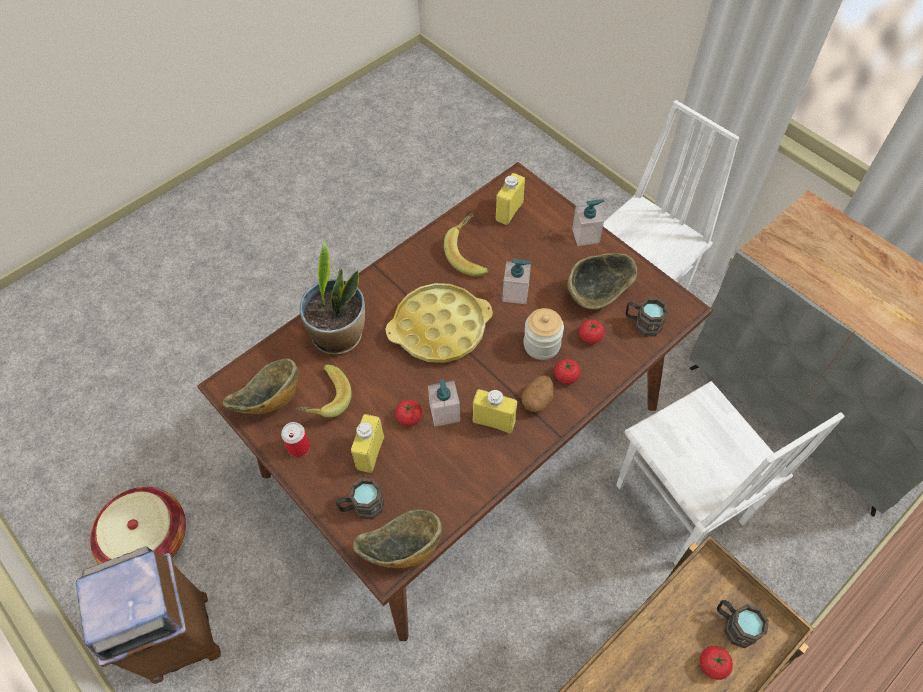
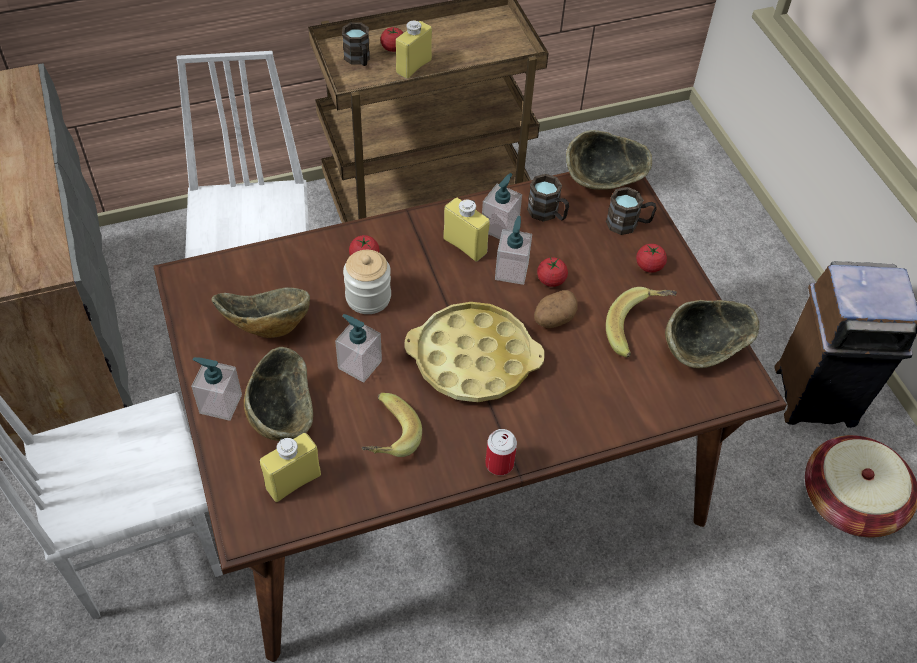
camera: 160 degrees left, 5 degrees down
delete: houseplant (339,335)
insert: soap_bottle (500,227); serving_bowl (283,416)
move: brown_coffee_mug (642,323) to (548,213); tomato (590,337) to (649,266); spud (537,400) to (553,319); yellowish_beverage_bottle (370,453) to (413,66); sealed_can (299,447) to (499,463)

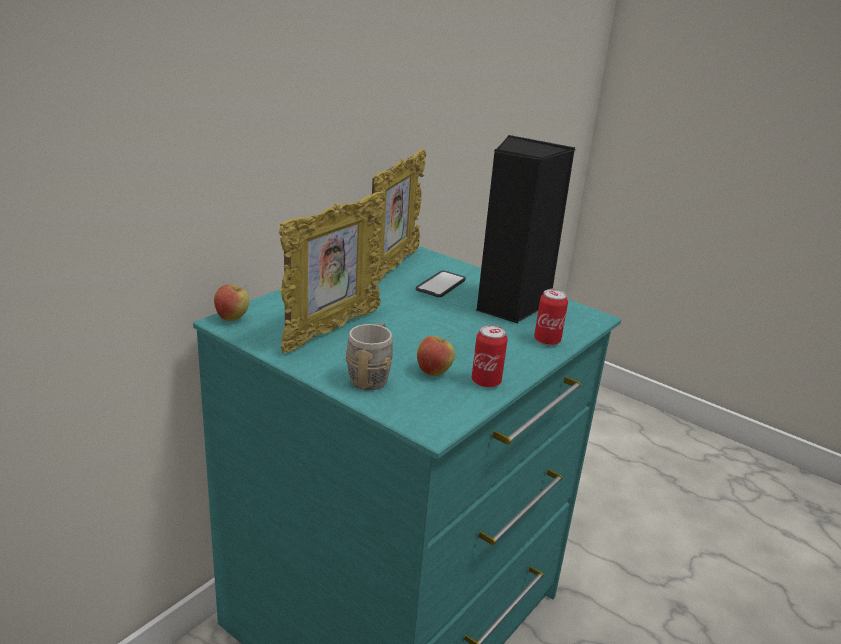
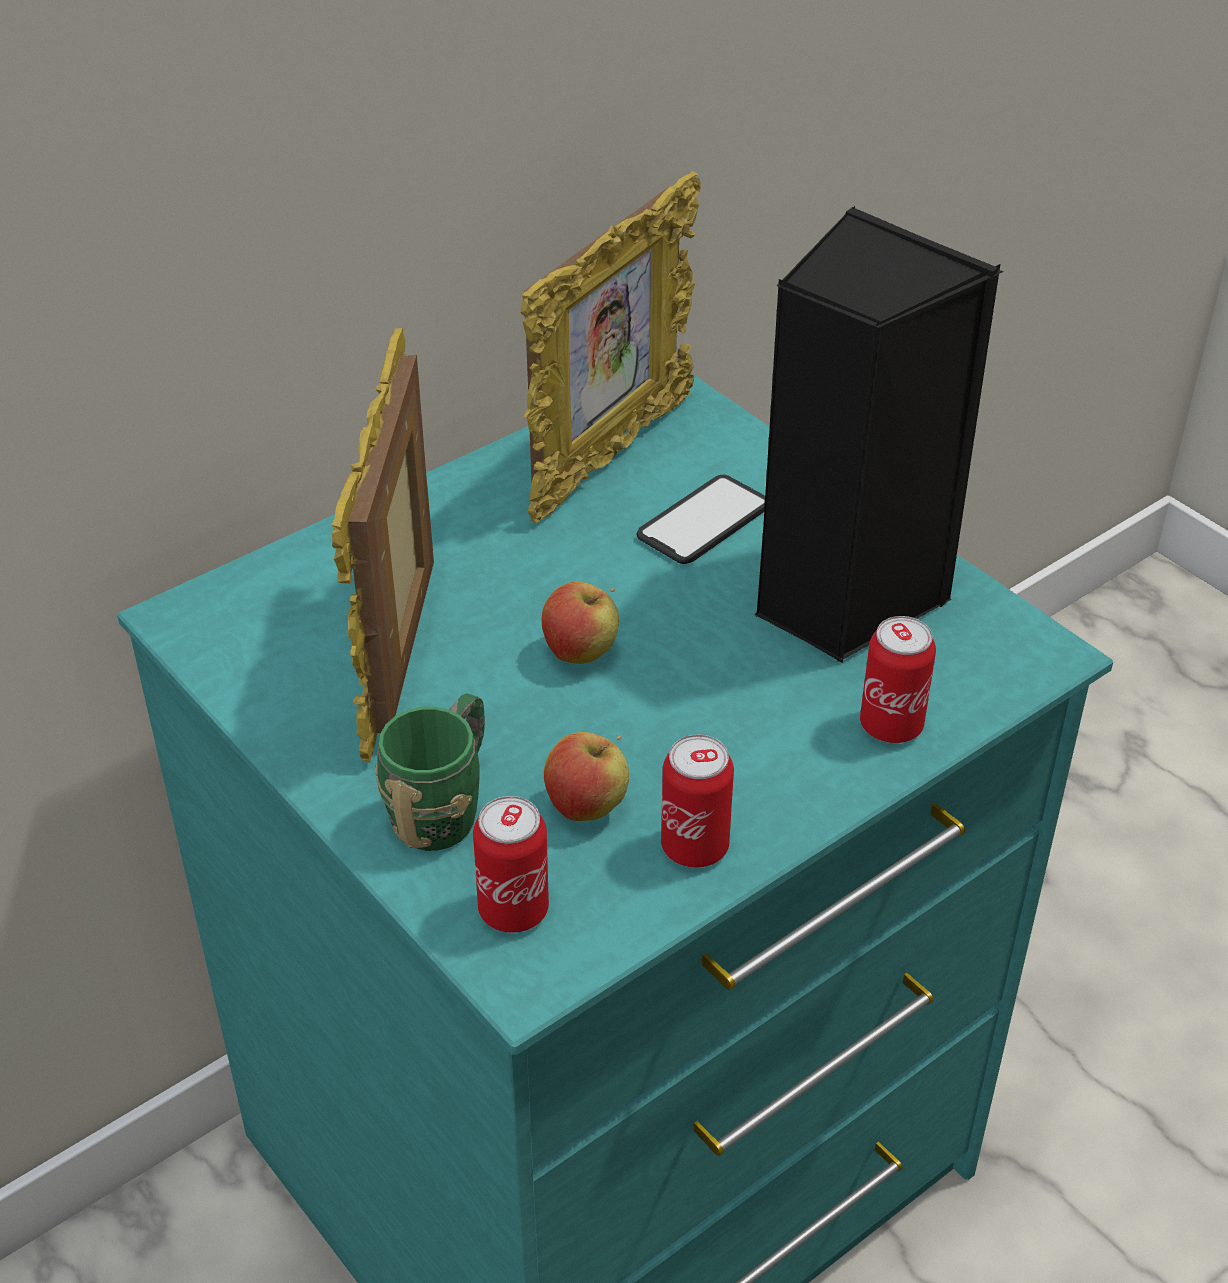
camera: 15 degrees right, 15 degrees up
insert: sealed_can (513,910)
move: whole_apple (232,318) to (581,654)
recolor: gray_coffee_mug (371,376) to green-coloured_coffee_mug (444,807)
rotate: standing_frame (331,330) = (401,658) 135 degrees clockwise

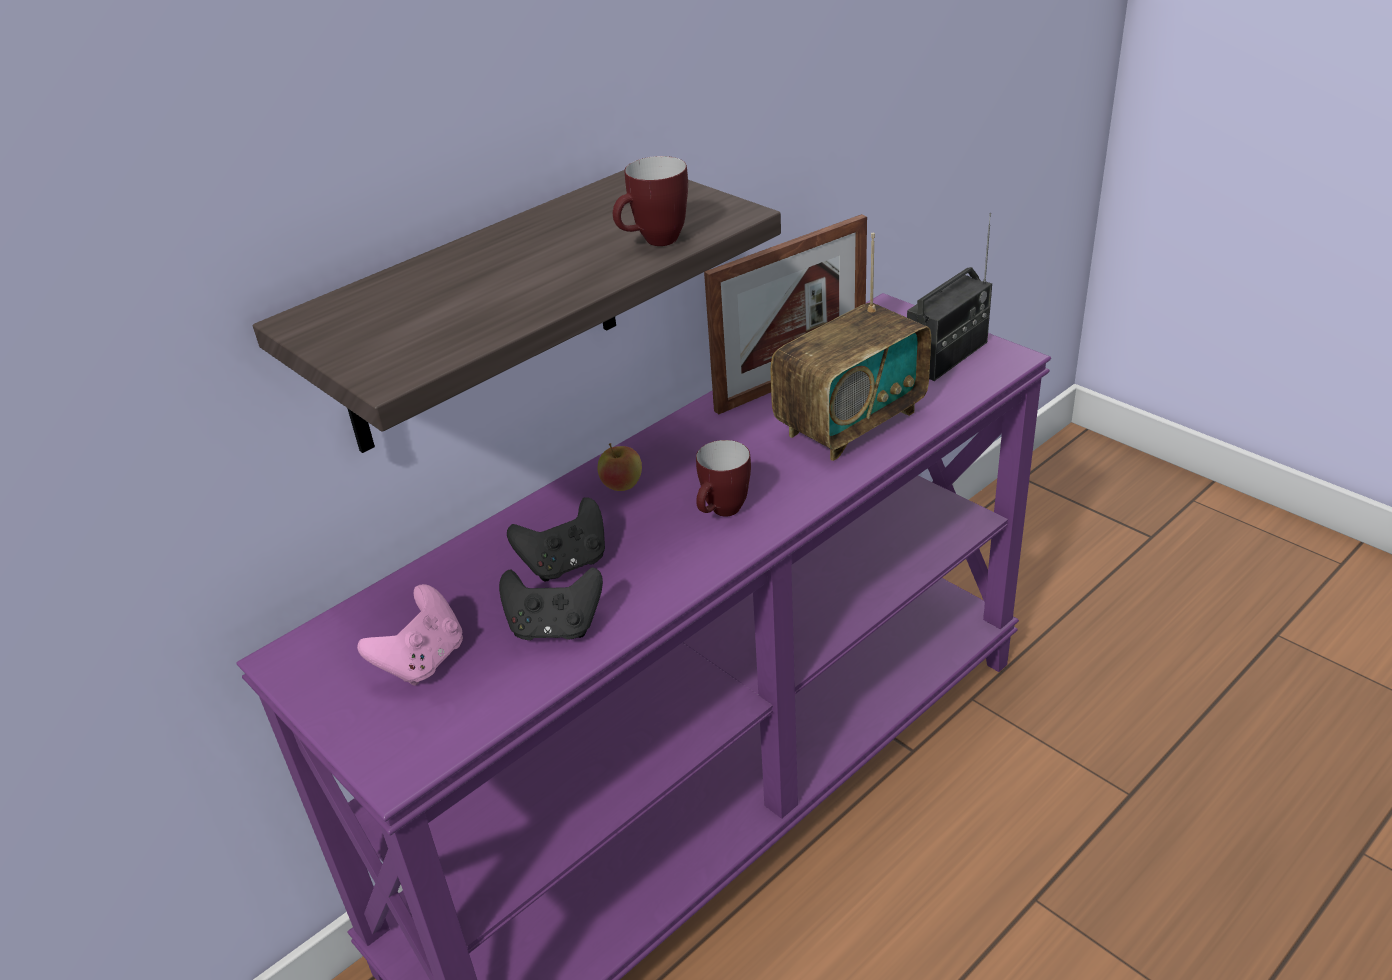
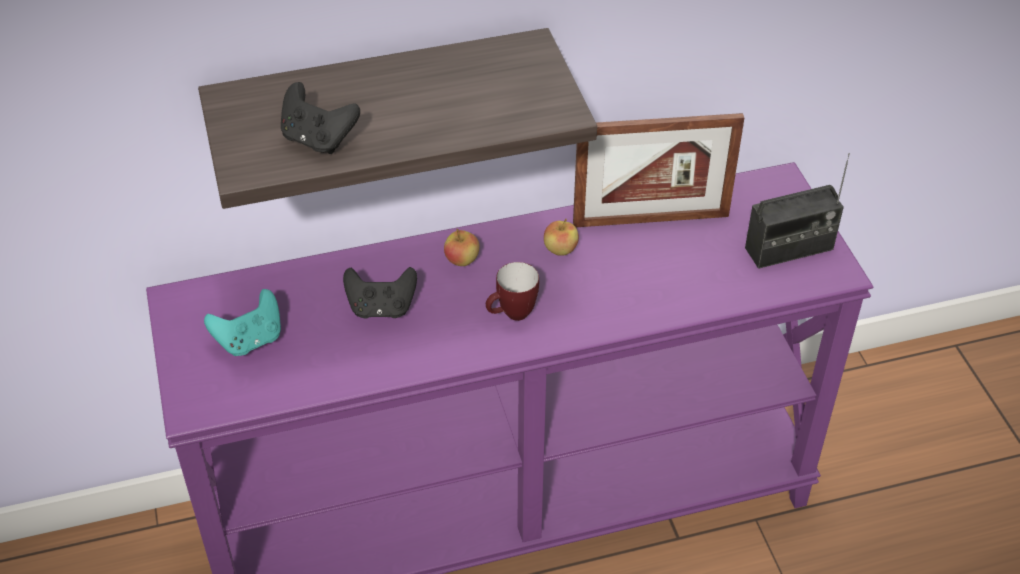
camera: 25 degrees right, 10 degrees up
delete: coffee_mug (654,243); radio_set (850,423)
insert: whole_apple (560,250)
move: black-coloured_gamepad (555,627) to (318,139)
recolor: pink-coloured_gamepad (423,661) to turquoise-coloured_gamepad (250,340)

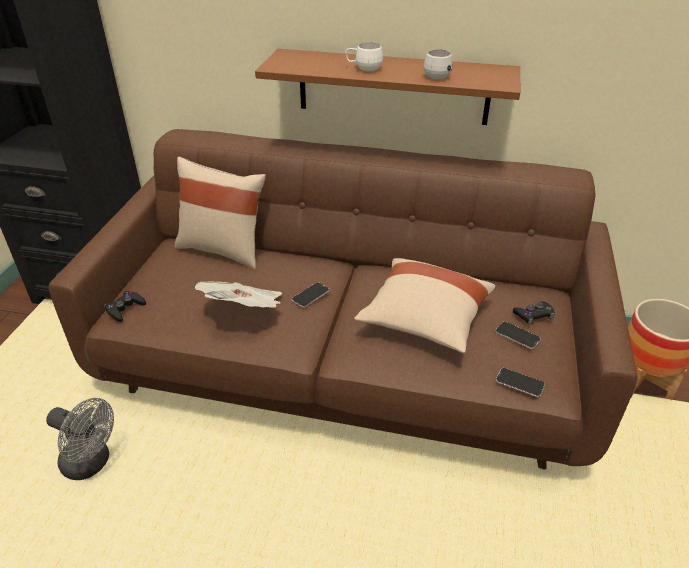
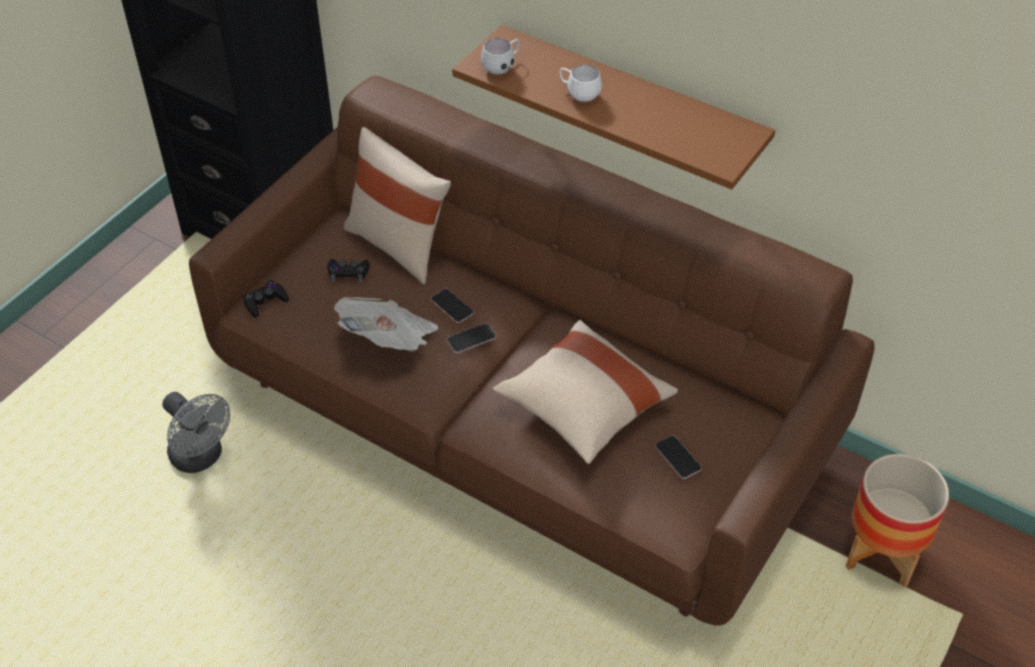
camera: 20 degrees right, 10 degrees up
move: white_coffee_mug (438,75) to (502,66); black-coloured_gamepad (533,315) to (348,273); phone (520,382) to (452,306)

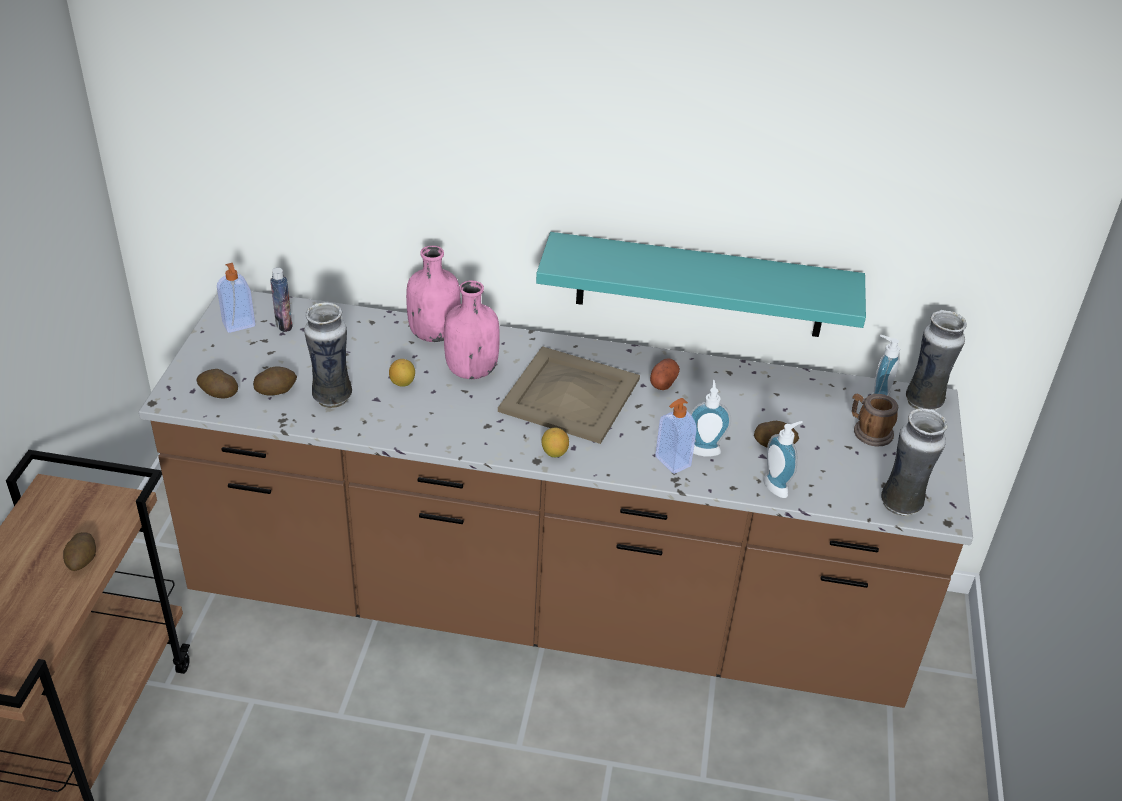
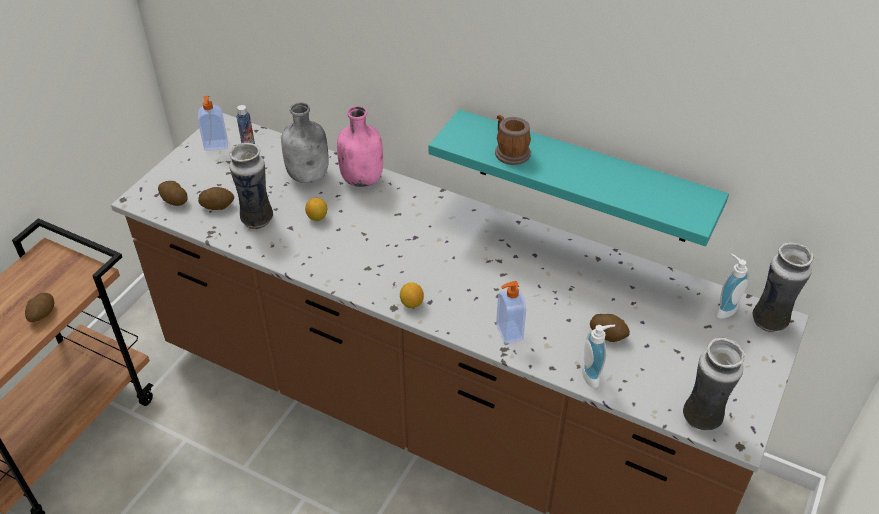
camera: 20 degrees right, 5 degrees up
delete: pink-coloured_beverage_bottle (470,370); sand-coloured_tray (568,395); spud (663,382); soap_bottle (704,448)
insert: gray_beverage_bottle (309,175)
move: coffee_mug (868,431) to (509,152)

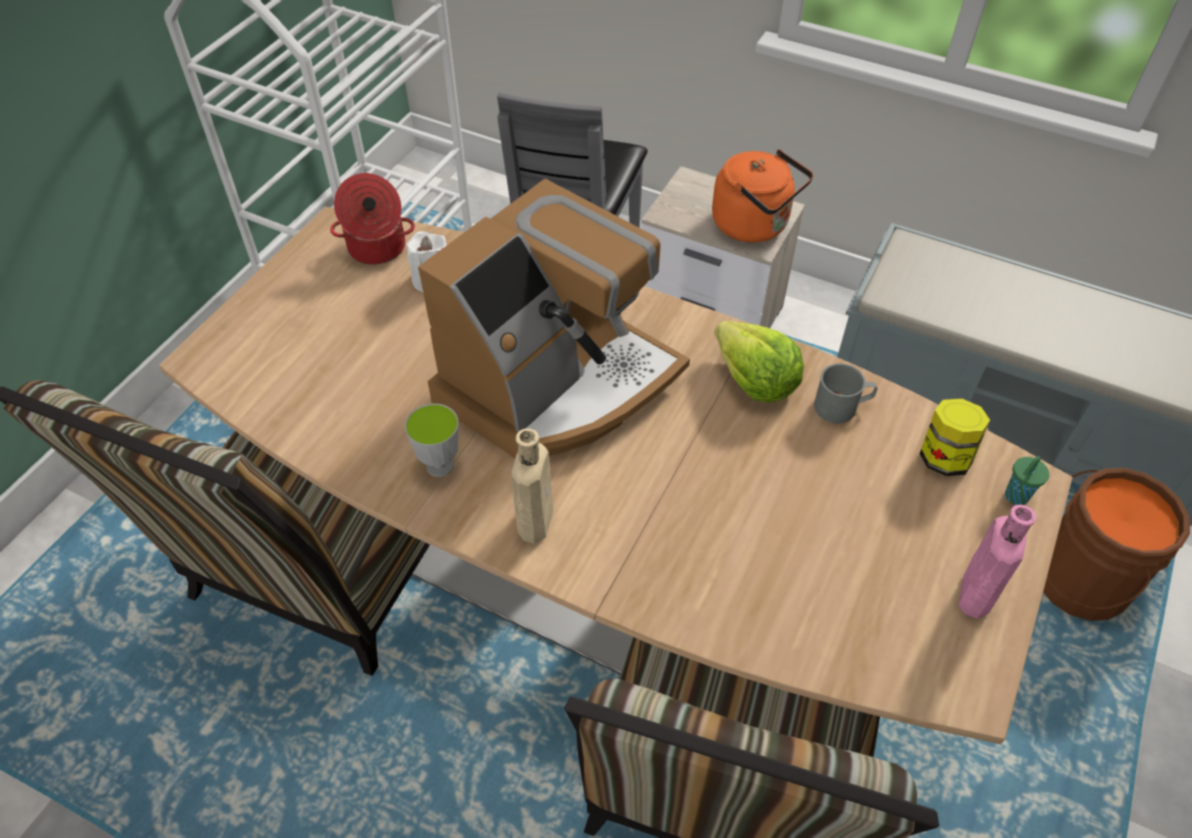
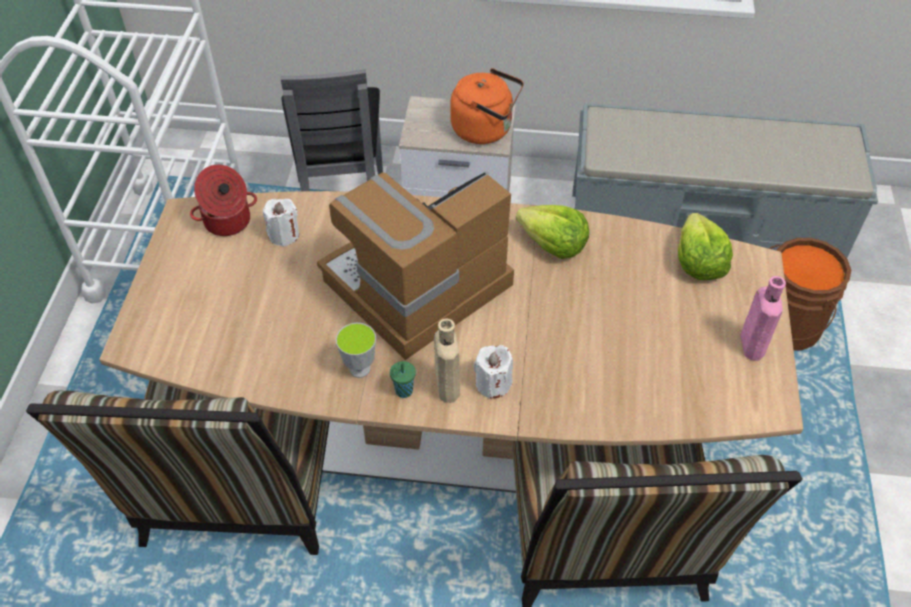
camera: 20 degrees left, 0 degrees up
delete: gray_coffee_mug (842,407)
insert: white_wax_candle (493,384)
move: green-coloured_cup (1015,497) to (403,391)
replace: jar (944,458) to lettuce_head (698,262)
rotate: coffee_brewer (558,384) = (416,286) 150 degrees counterclockwise

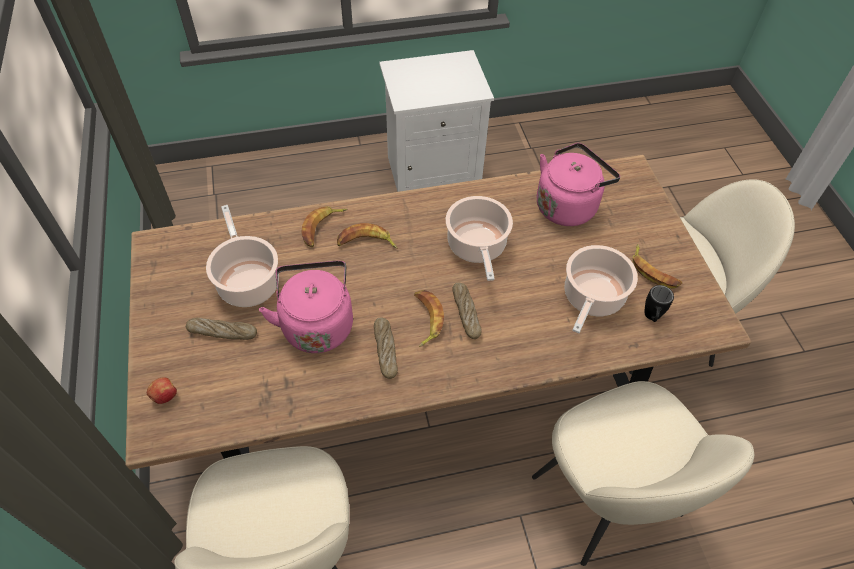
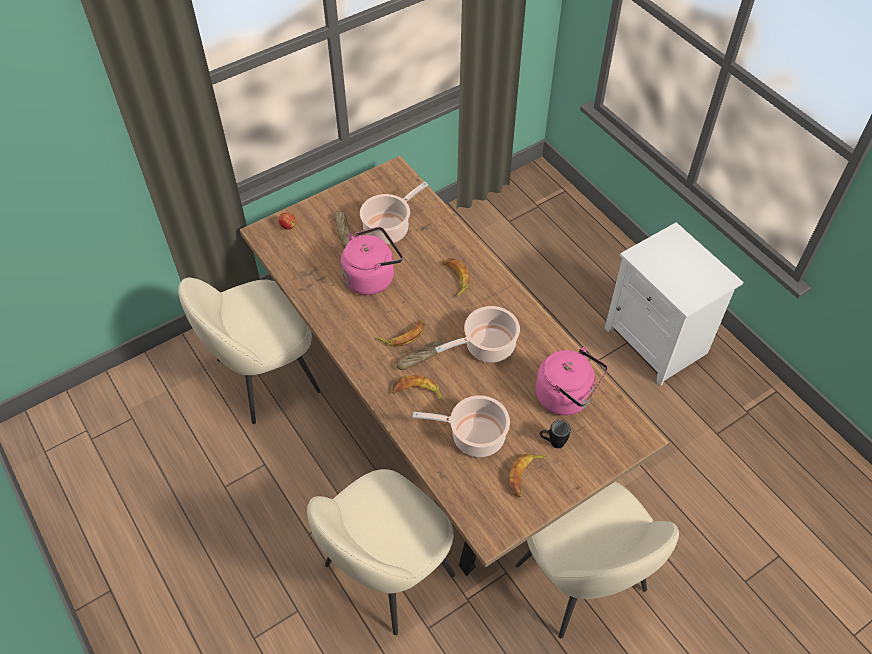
camera: 70 degrees right, 0 degrees up
delete: bakery_bread (385,350)
move: banana (322,228) to (417,392); black-coloured_coffee_mug (651,318) to (552,442)

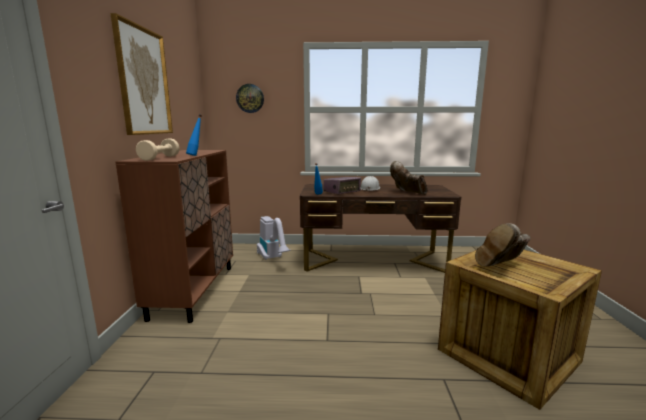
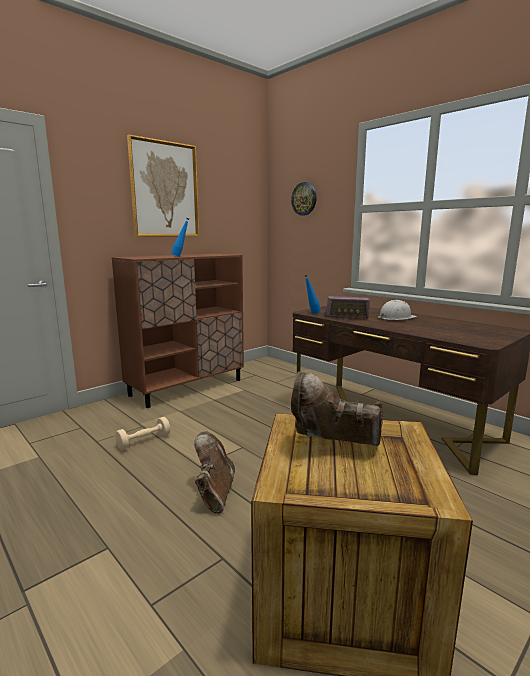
camera: 45 degrees right, 0 degrees up
delete: vacuum (273,258)
move: sand-coloured_dumbbell (160,158) to (144,441); brown_boot (407,193) to (214,493)

